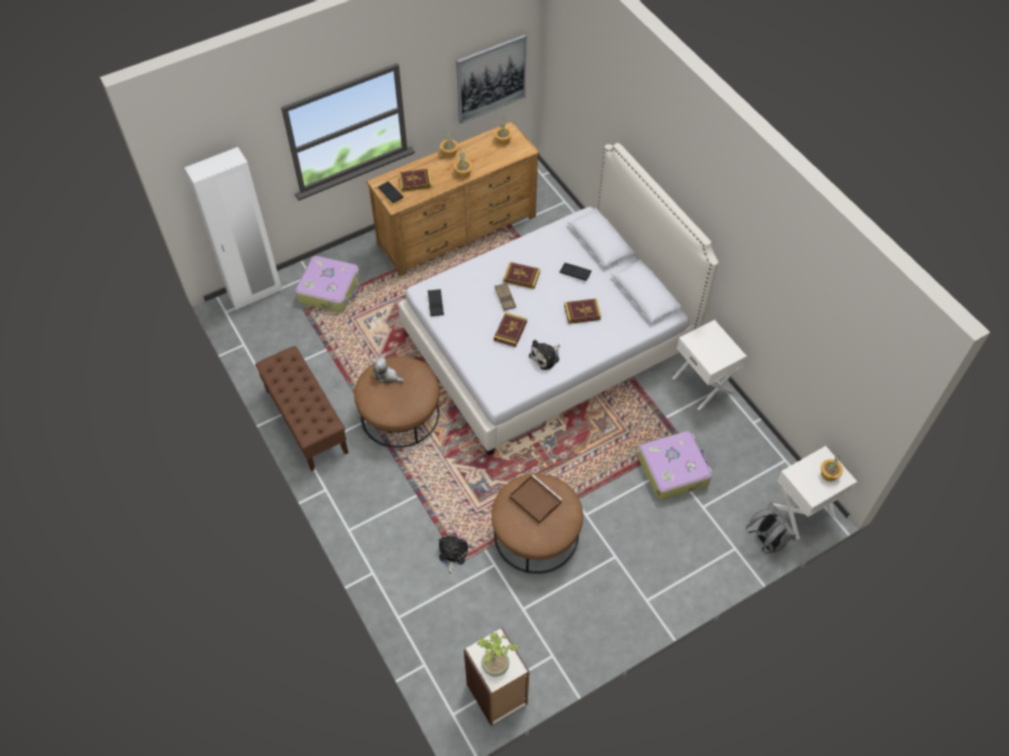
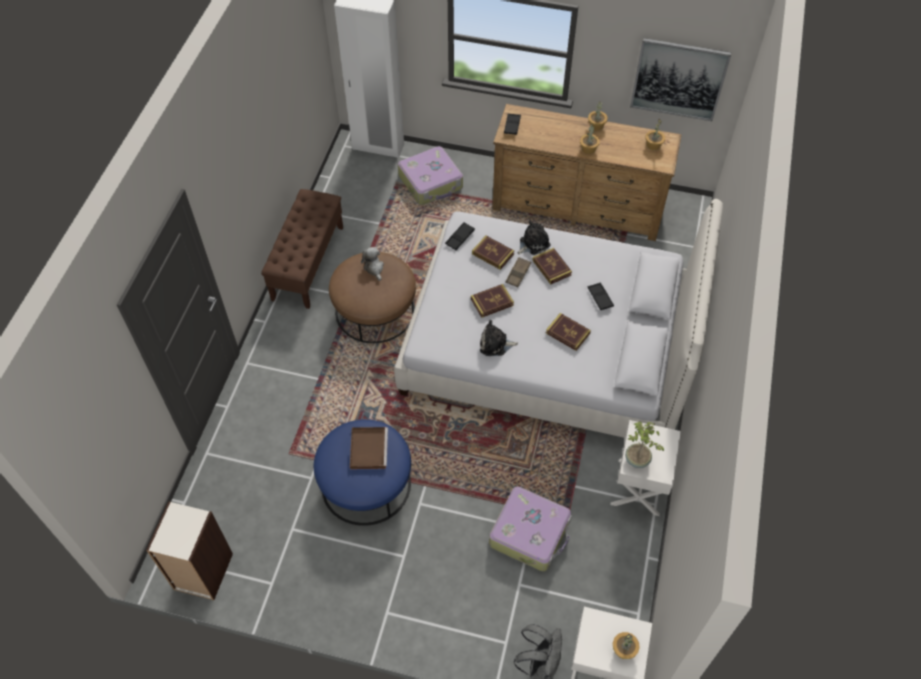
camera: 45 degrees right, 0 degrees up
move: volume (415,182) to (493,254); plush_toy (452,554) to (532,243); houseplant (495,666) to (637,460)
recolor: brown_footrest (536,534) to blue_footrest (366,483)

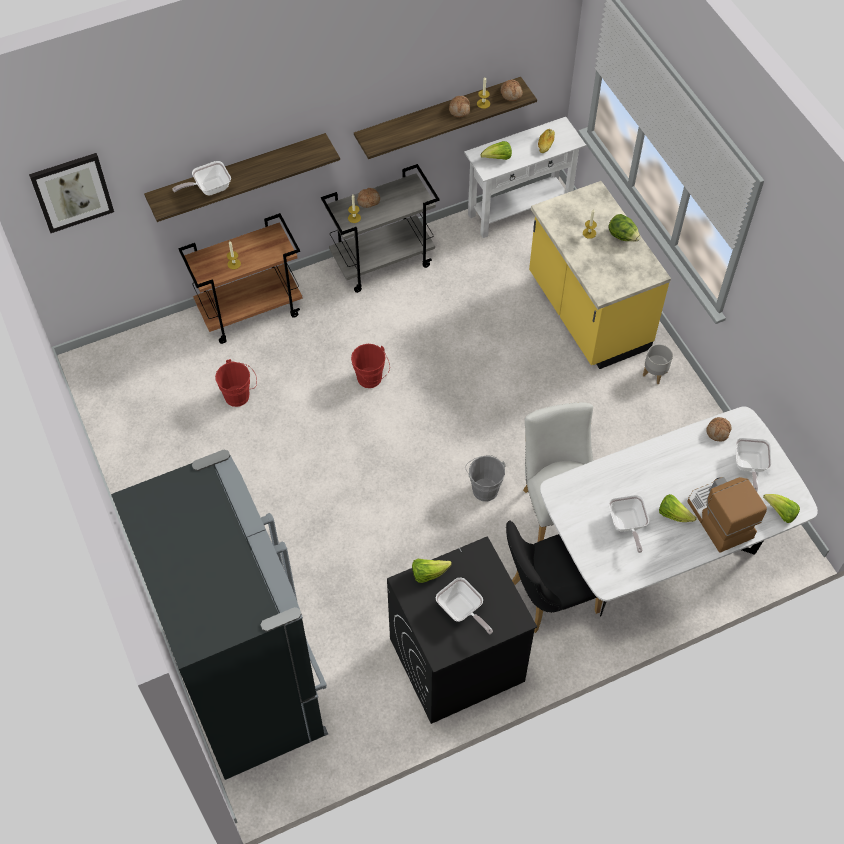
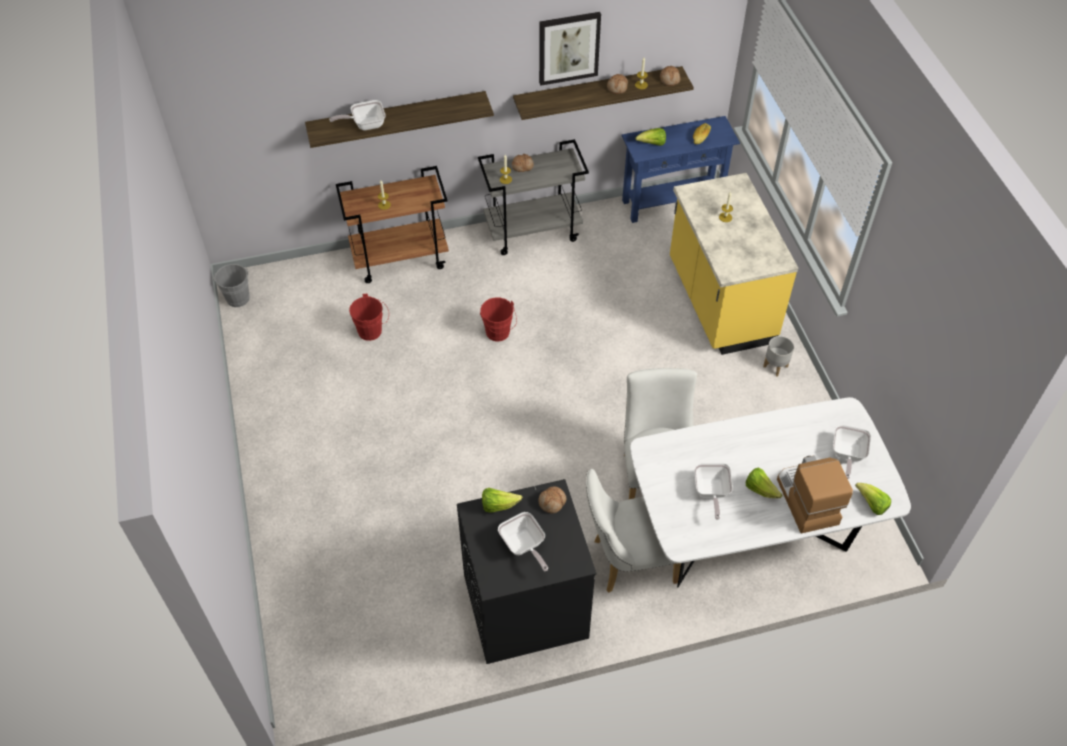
camera: 10 degrees right, 5 degrees down
delete: lettuce_head (622,236); black-coloured_kitchen_fridge (249,682)
move: wall_art (72,192) to (568,48); bakery_bread (718,431) to (552,502); gray_bucket (484,487) to (237,296)
recolor: white_hall_table (519,210) to blue_hall_table (672,203); black-coloured_plain_chair (547,598) to white_plain_chair (627,561)

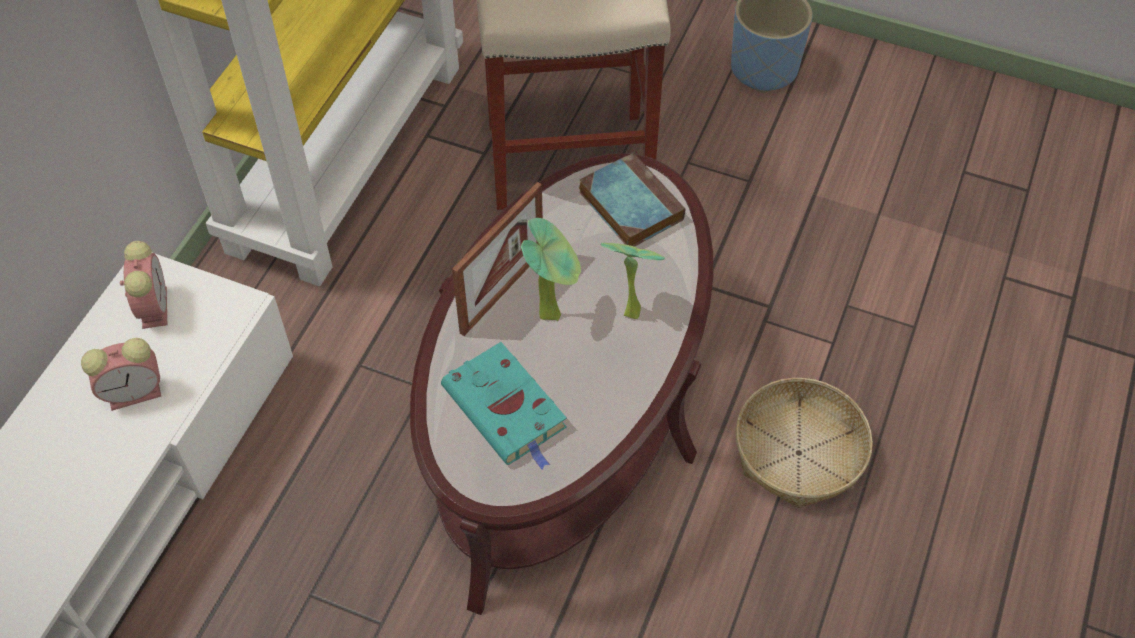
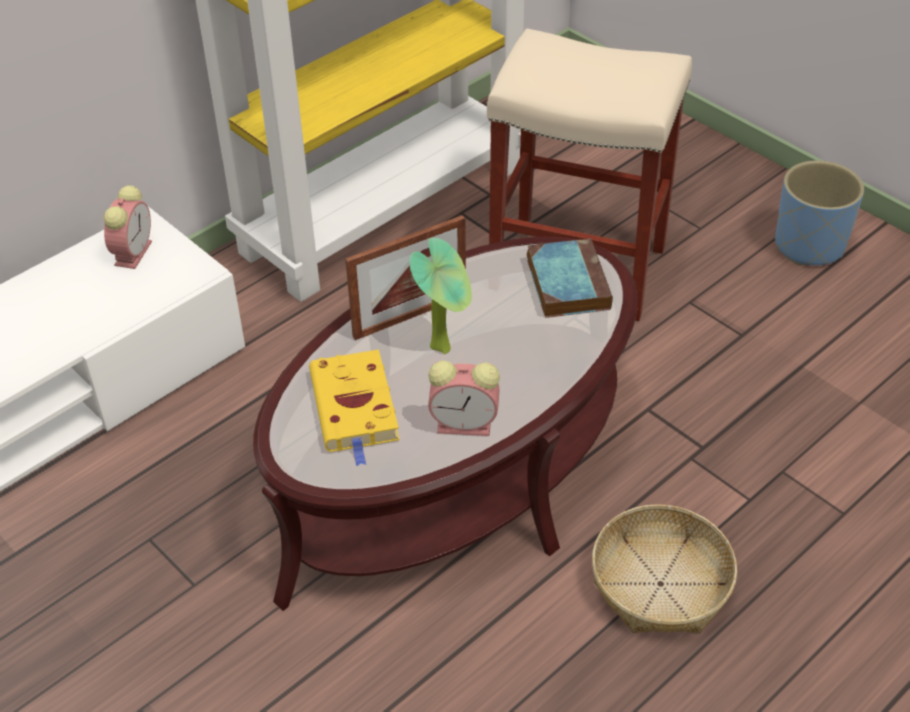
camera: 25 degrees right, 10 degrees down
delete: houseplant (630,308)
move: table_clock (136,391) to (466,424)
recolor: turquoise-coloured_volume (507,410) to yellowish_volume (355,409)

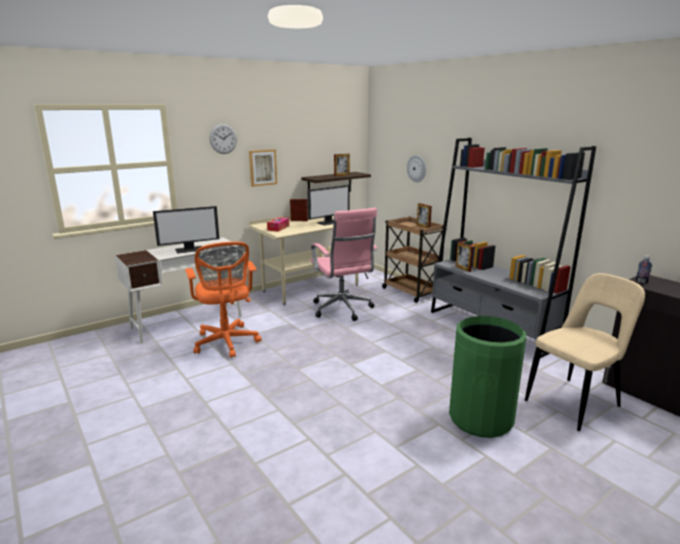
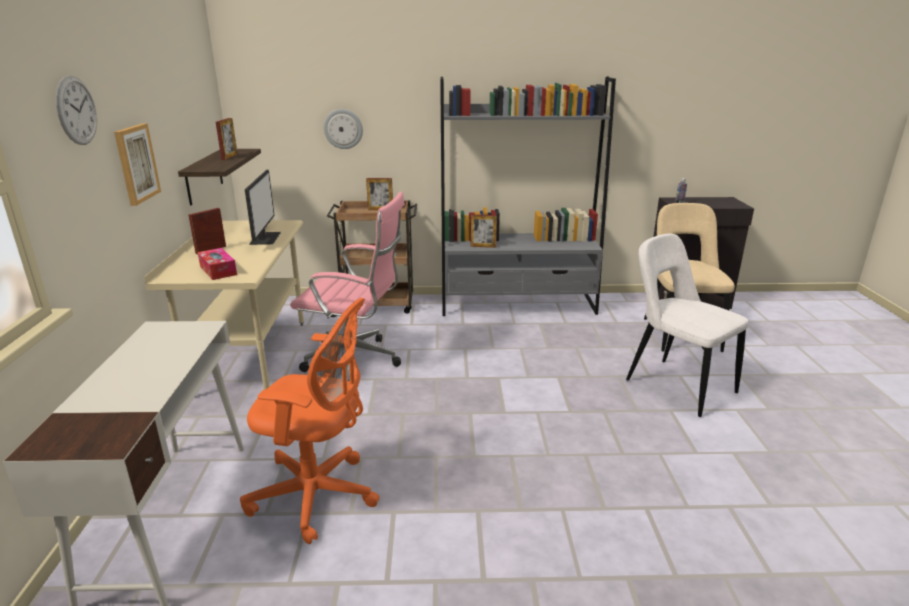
camera: 55 degrees left, 5 degrees up
delete: computer_display (190,249)
replace: green-coloured_waste_bin (481,418) to white_plain_chair (675,384)

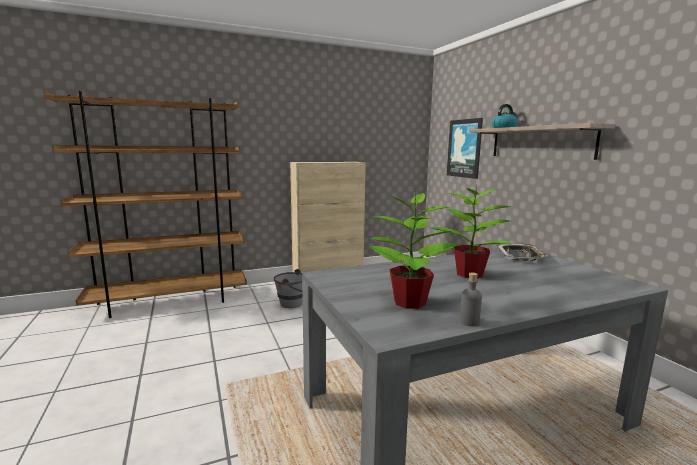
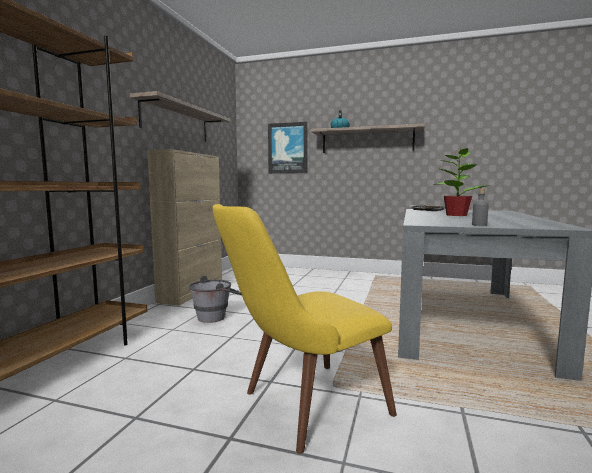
camera: 50 degrees left, 5 degrees down
delete: houseplant (408,302)
insert: wall_shelf (176,122); yellowish_plain_chair (300,408)
move: gray_beverage_bottle (469,322) to (479,225)

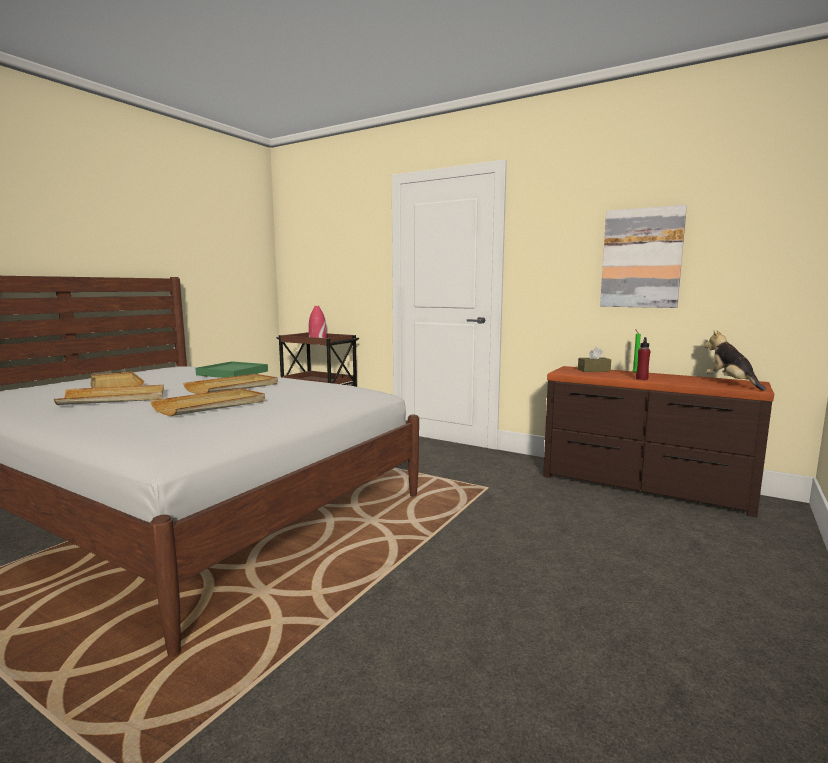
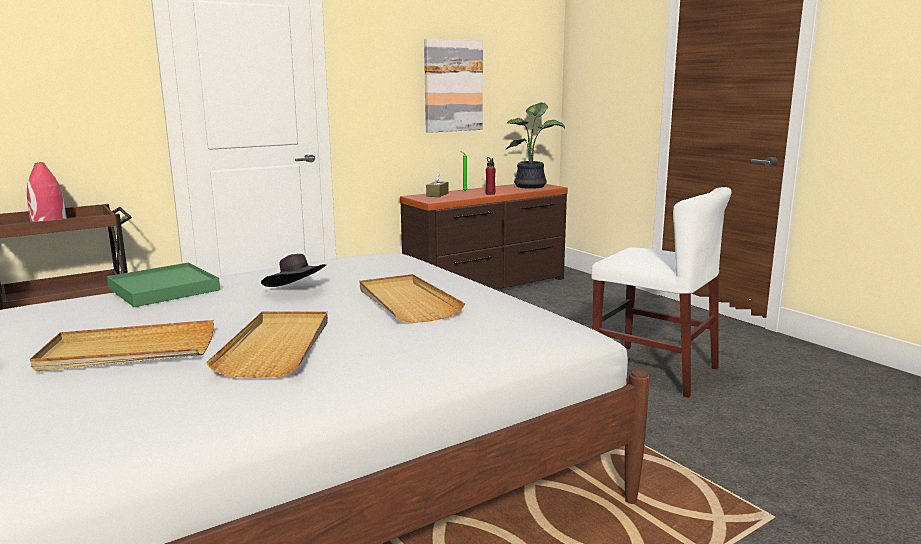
camera: 65 degrees left, 5 degrees up
insert: white_plain_chair (654,370)
replace: plush_toy (731,383) to houseplant (532,186); sand-coloured_tray (233,387) to black-coloured_wearable_hat (296,291)

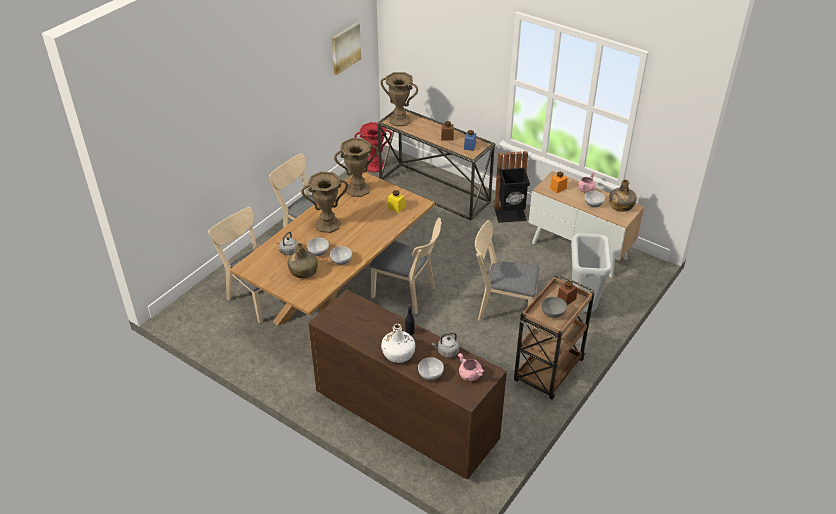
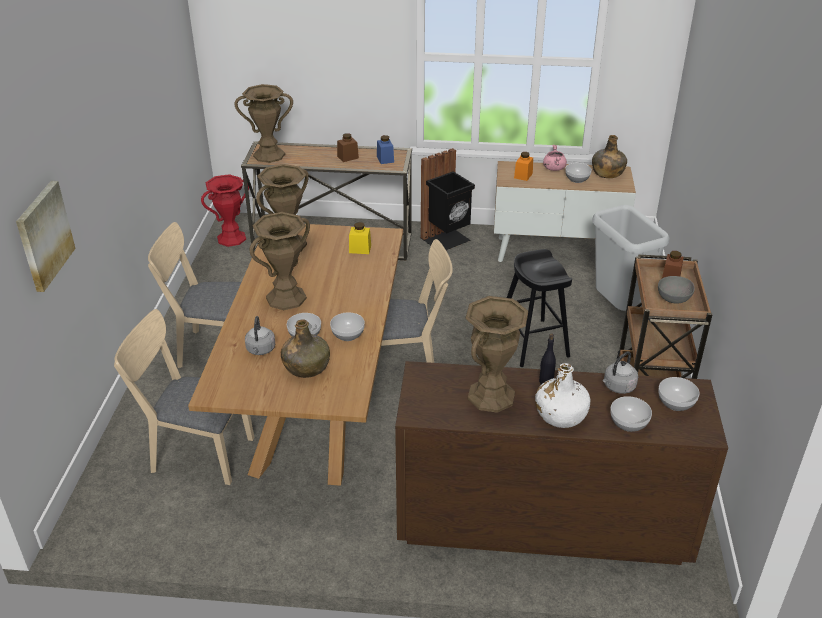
camera: 30 degrees left, 5 degrees down
insert: brown_flower_vase (491,396)
move: wall_art (345,48) to (43,235)
replace: sand-coloured_plain_chair (502,308) to black-coloured_stool_seat (532,343); pink-coloured_saucepot (469,375) to serving_bowl (675,403)

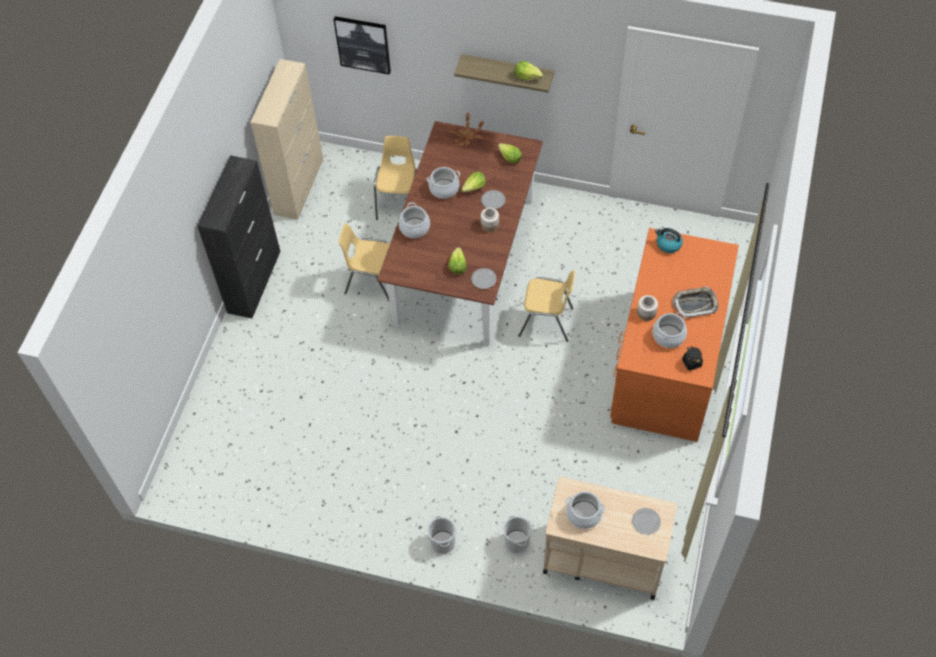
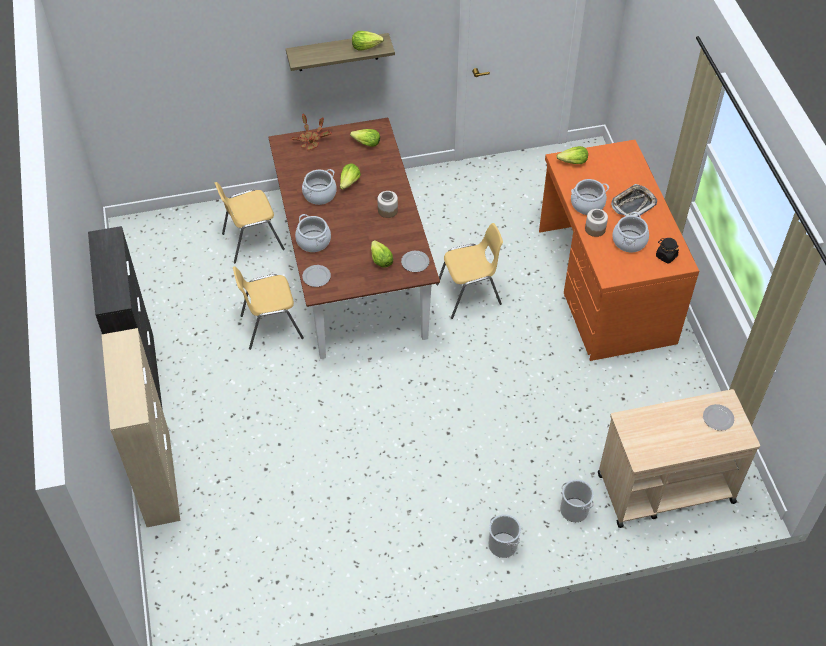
camera: 30 degrees left, 5 degrees down
delete: wall_art (363,44)
move: sand-coloured_cupboard (299,186) to (158,478); plate (493,200) to (316,276); saucepot (584,514) to (587,204)
replace: water_kettle (668,244) to lettuce_head (573,162)
rotate: yellowish_plain_chair (399,202) = (252,241) 90 degrees counterclockwise

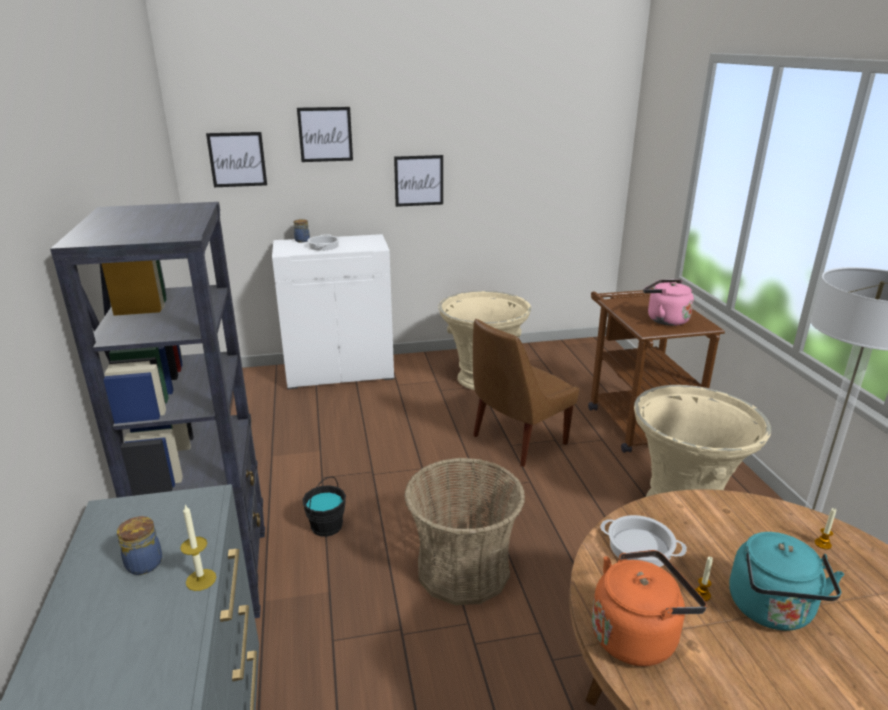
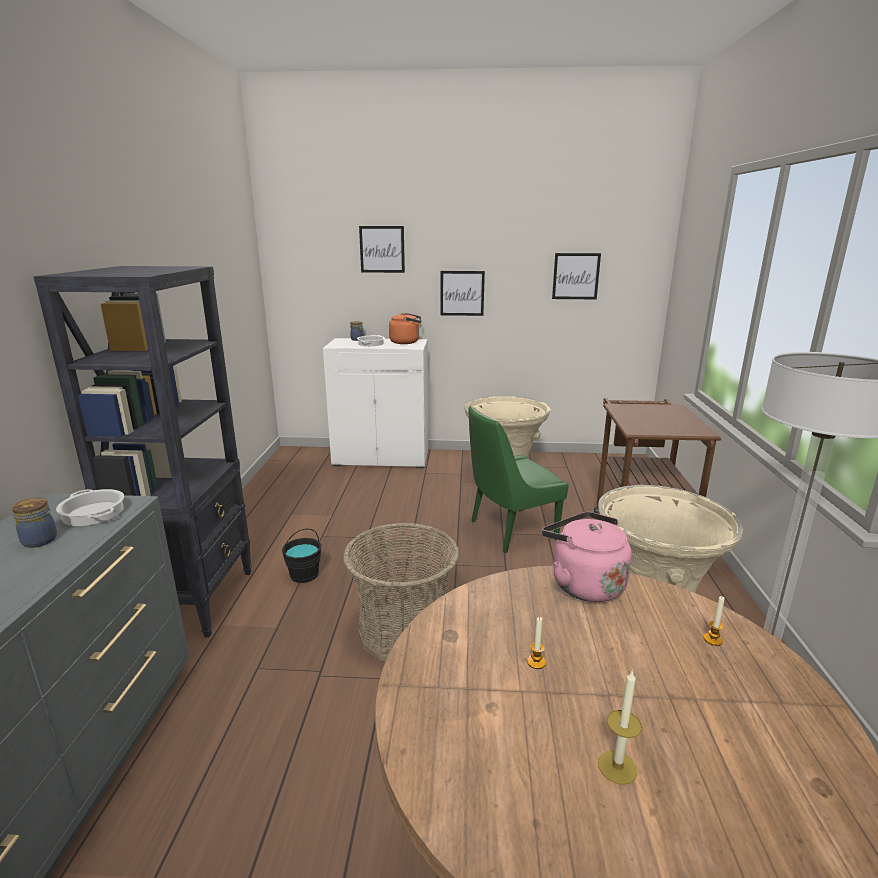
camera: 15 degrees right, 5 degrees down
delete: turquoise-coloured_water_kettle (772,611)
move: wall_art (237,159) to (576,276); pink-coloured_water_kettle (664,319) to (583,584); wax_candle (201,580) to (617,767); saucepot (639,547) to (92,513); orangey_water_kettle (637,635) to (406,342)
recolor: brown_plain_chair (516,441) to green-coloured_plain_chair (510,531)

